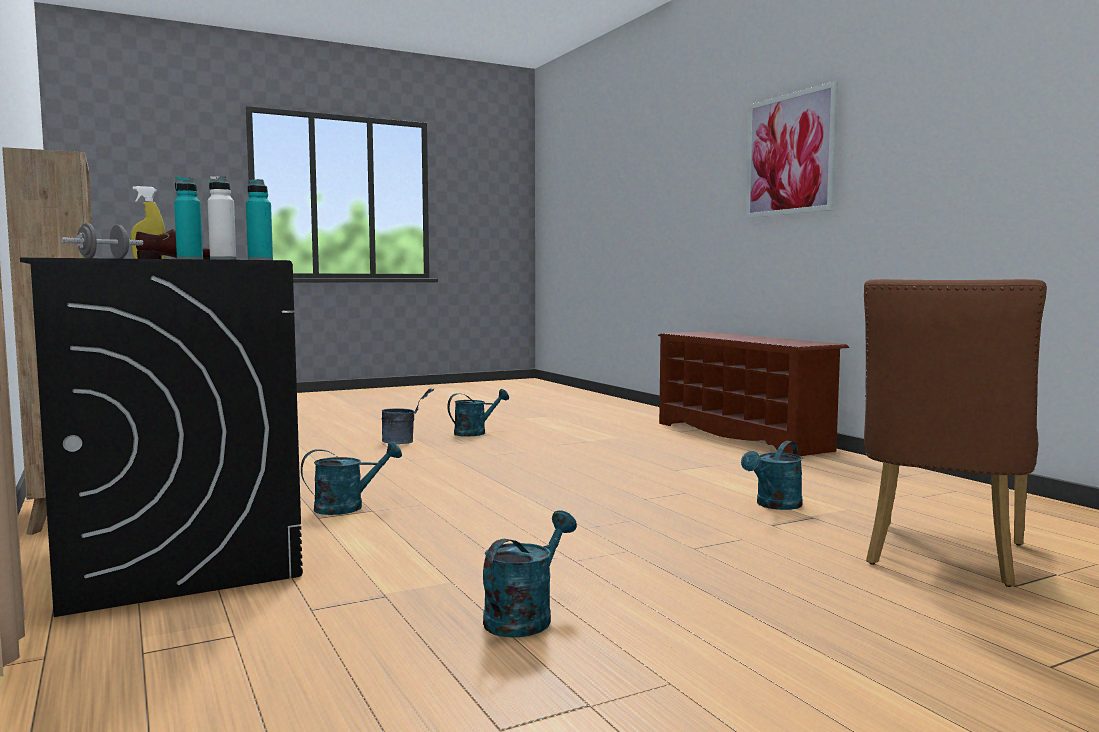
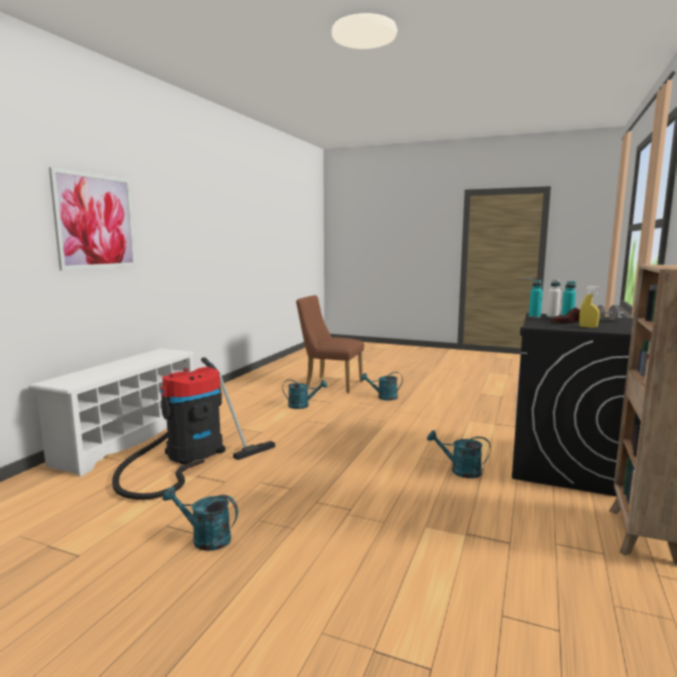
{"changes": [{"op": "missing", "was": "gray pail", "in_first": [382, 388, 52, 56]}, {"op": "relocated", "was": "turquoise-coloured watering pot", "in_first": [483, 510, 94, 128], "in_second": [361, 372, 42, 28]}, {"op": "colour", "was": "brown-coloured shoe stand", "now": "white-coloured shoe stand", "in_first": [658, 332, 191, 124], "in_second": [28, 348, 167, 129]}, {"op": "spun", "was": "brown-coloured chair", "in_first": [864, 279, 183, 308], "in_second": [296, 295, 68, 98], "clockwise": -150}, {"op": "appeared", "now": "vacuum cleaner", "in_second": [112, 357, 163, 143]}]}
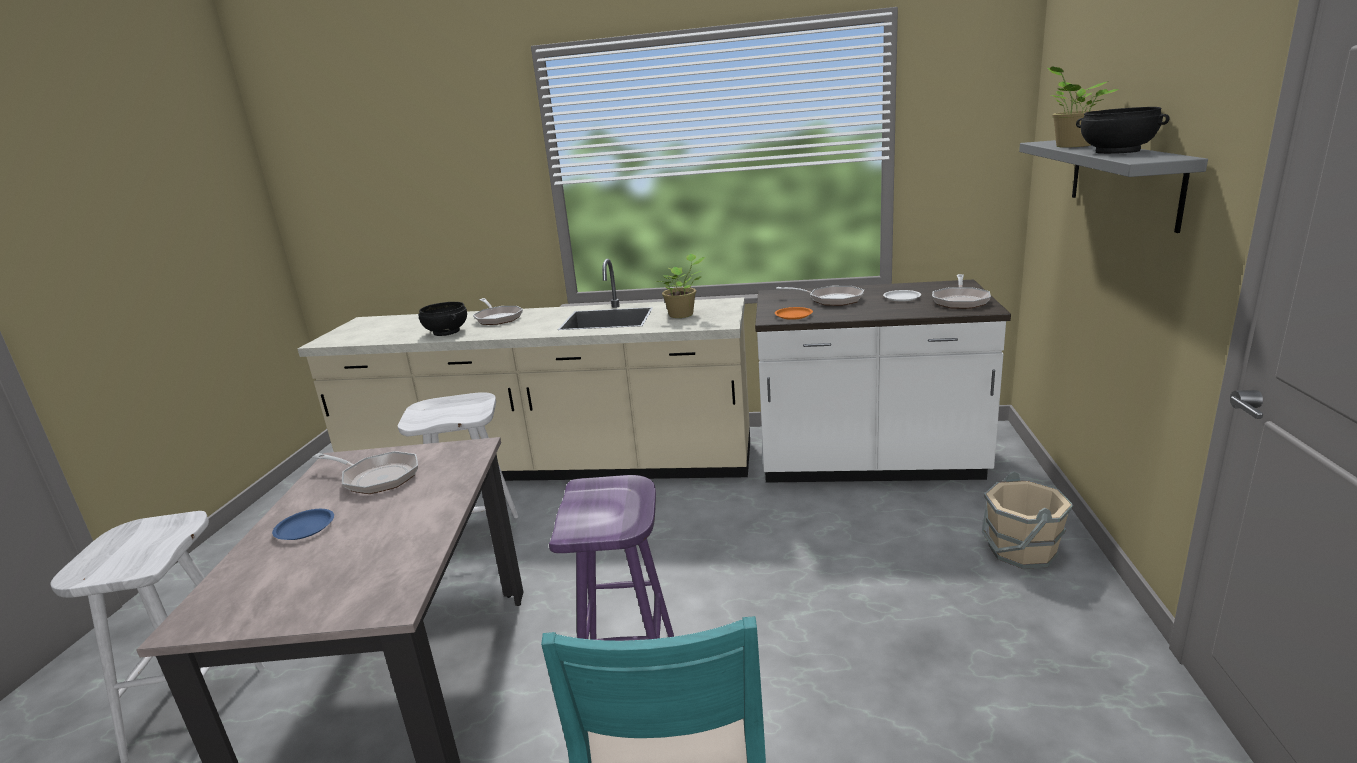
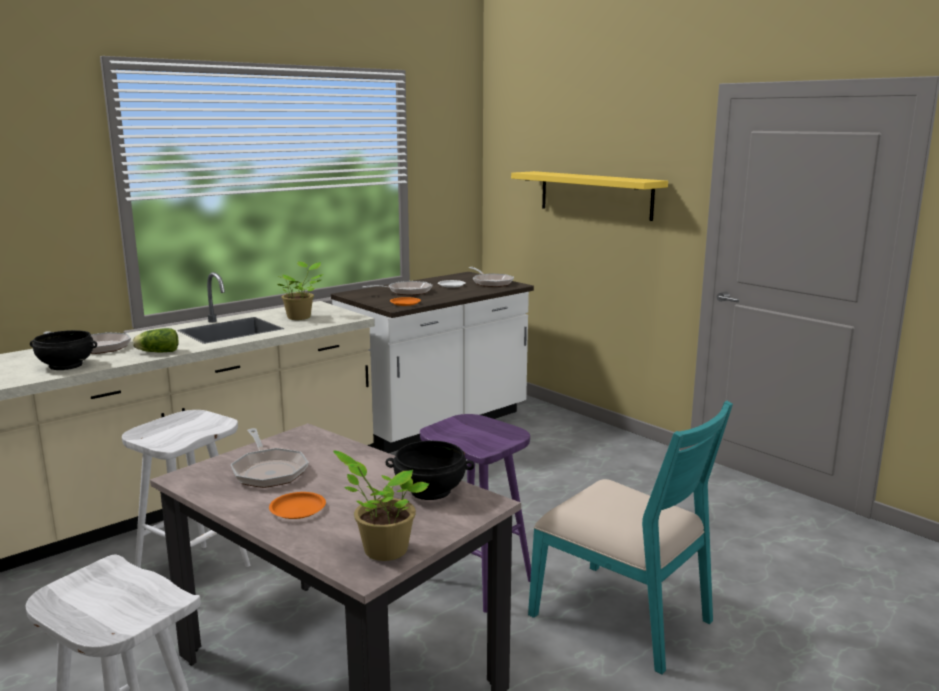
{"changes": [{"op": "colour", "was": "bluish dinner plate", "now": "orangey dinner plate", "in_first": [272, 509, 62, 31], "in_second": [269, 492, 57, 27]}, {"op": "spun", "was": "skillet", "in_first": [312, 451, 106, 43], "in_second": [231, 428, 78, 60], "clockwise": 90}, {"op": "missing", "was": "beige pail", "in_first": [982, 471, 91, 98]}, {"op": "colour", "was": "gray shelf", "now": "yellow-coloured shelf", "in_first": [1019, 140, 189, 93], "in_second": [511, 171, 157, 50]}, {"op": "relocated", "was": "potted plant", "in_first": [1048, 66, 71, 82], "in_second": [333, 450, 96, 111]}, {"op": "relocated", "was": "blackish deep dish", "in_first": [1076, 107, 94, 47], "in_second": [386, 441, 88, 59]}, {"op": "appeared", "now": "lettuce", "in_second": [133, 328, 45, 24]}]}
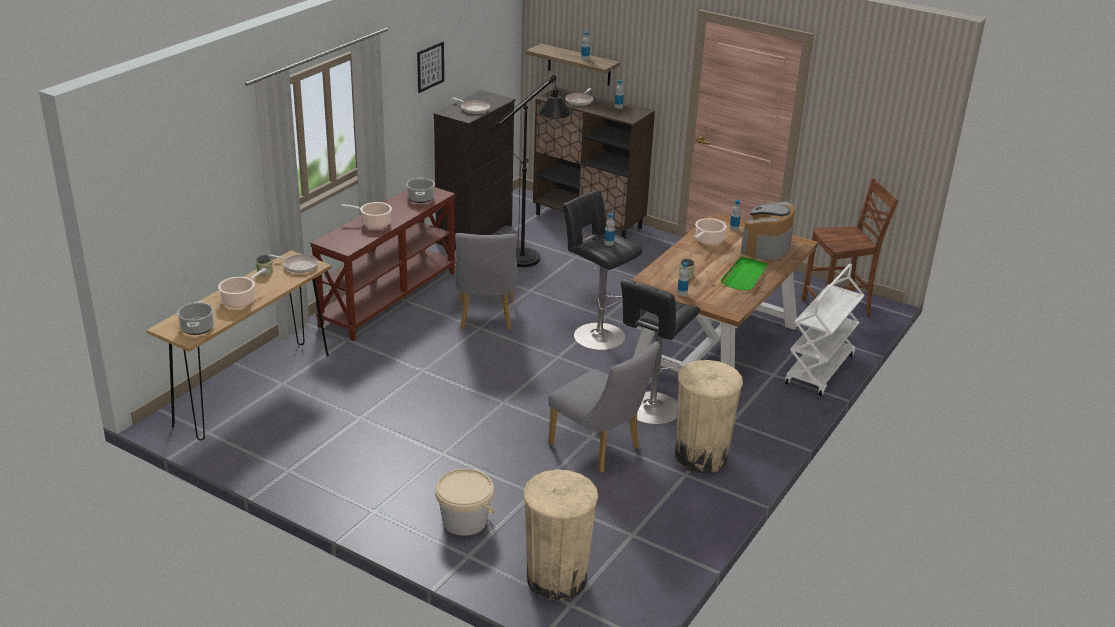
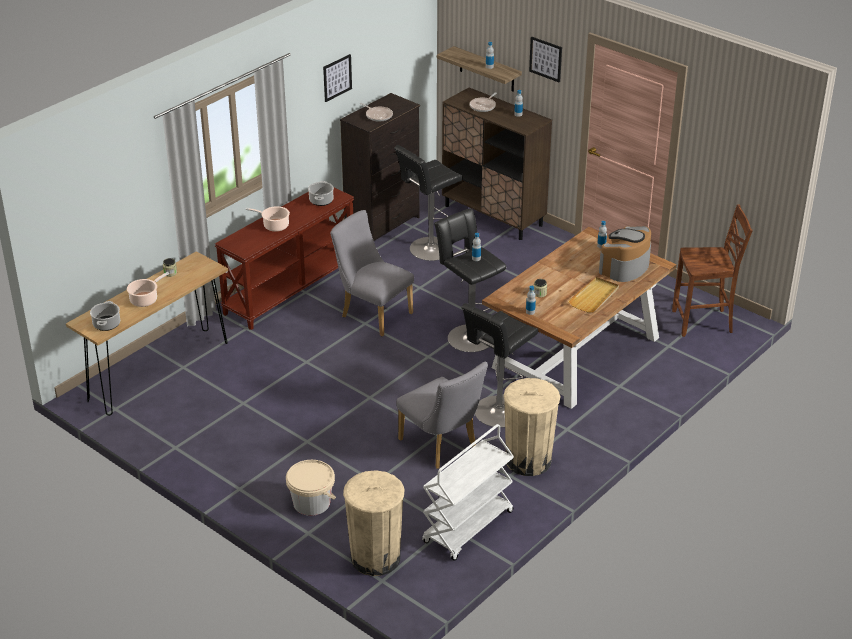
{"changes": [{"op": "missing", "was": "skillet", "in_first": [269, 254, 49, 19]}, {"op": "spun", "was": "gray chair", "in_first": [455, 233, 62, 97], "in_second": [330, 210, 84, 127], "clockwise": 120}, {"op": "exchanged", "was": "blackish floor lamp", "now": "blackish sitting stool", "in_first": [492, 75, 80, 192], "in_second": [394, 145, 69, 116]}, {"op": "missing", "was": "saucepot", "in_first": [695, 218, 32, 27]}, {"op": "colour", "was": "greenish serving tray", "now": "beige serving tray", "in_first": [721, 256, 47, 35], "in_second": [568, 277, 51, 36]}, {"op": "relocated", "was": "white-coloured trolley", "in_first": [785, 263, 80, 133], "in_second": [422, 424, 92, 137]}, {"op": "appeared", "now": "picture", "in_second": [529, 37, 33, 46]}]}
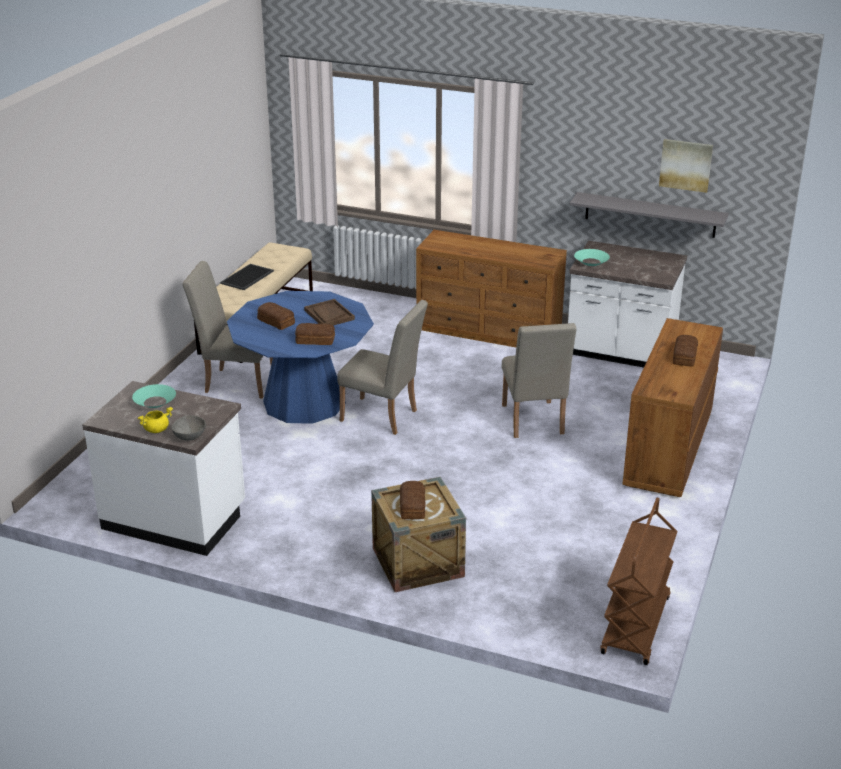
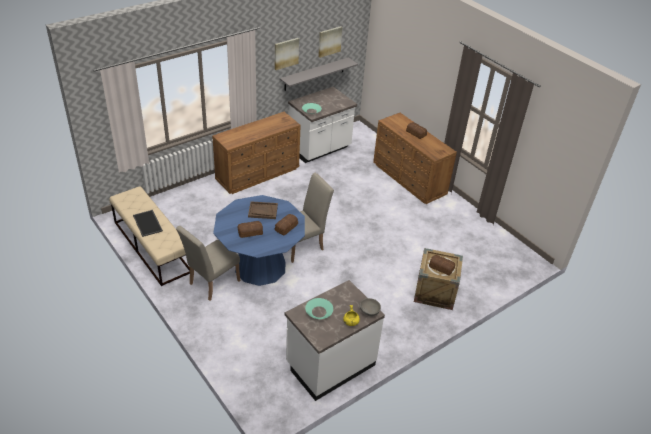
{"changes": [{"op": "missing", "was": "beige chair", "in_first": [502, 323, 74, 115]}, {"op": "missing", "was": "brown-coloured trolley", "in_first": [600, 498, 77, 167]}, {"op": "appeared", "now": "picture", "in_second": [275, 38, 24, 32]}]}
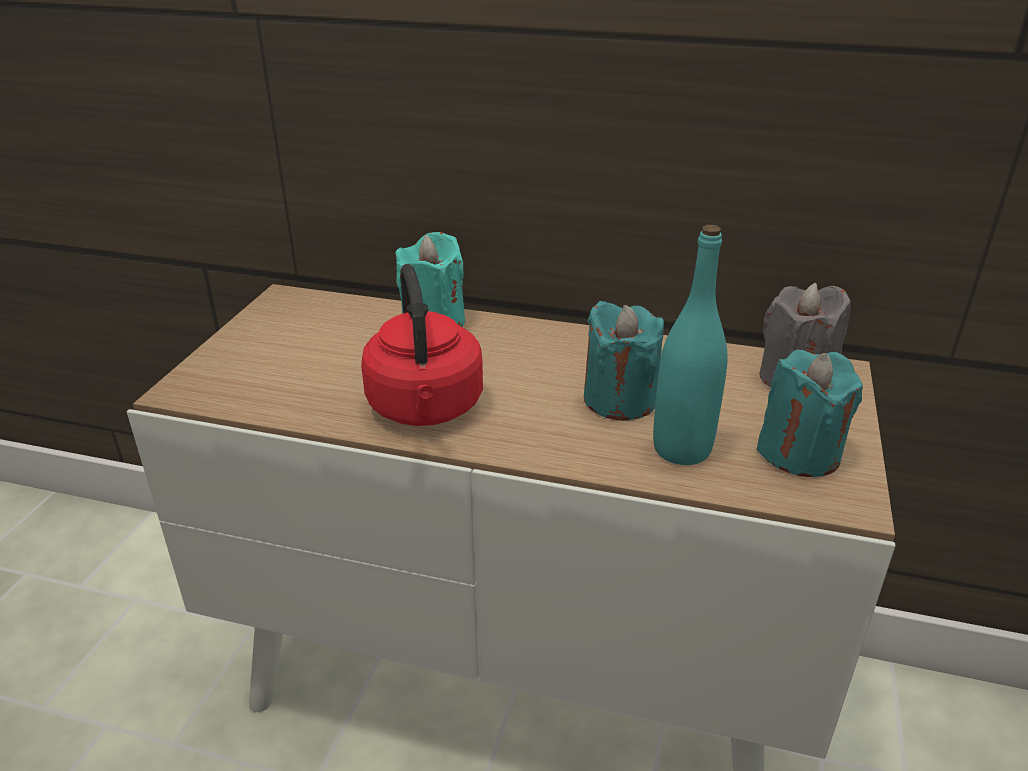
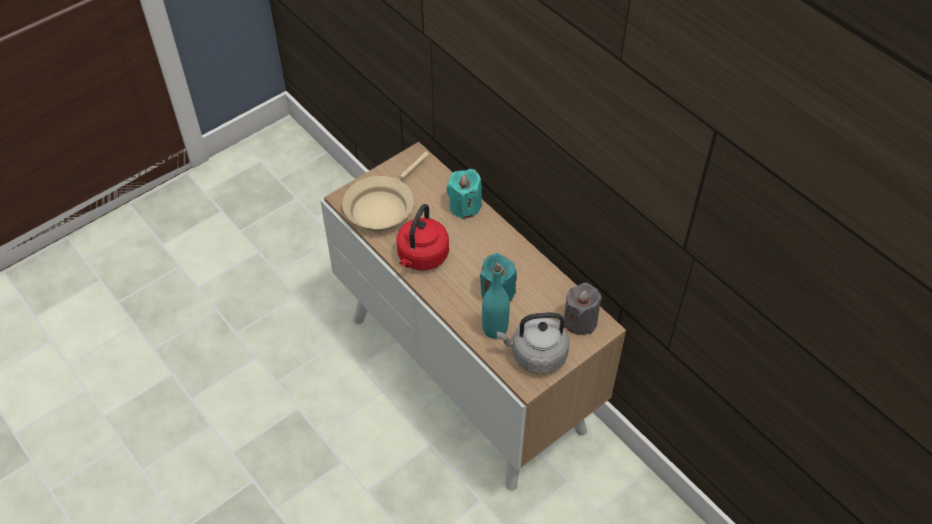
{"changes": [{"op": "exchanged", "was": "turquoise-coloured wax candle", "now": "gray water kettle", "in_first": [757, 350, 106, 127], "in_second": [496, 313, 73, 61]}, {"op": "appeared", "now": "beige skillet", "in_second": [343, 152, 86, 80]}]}
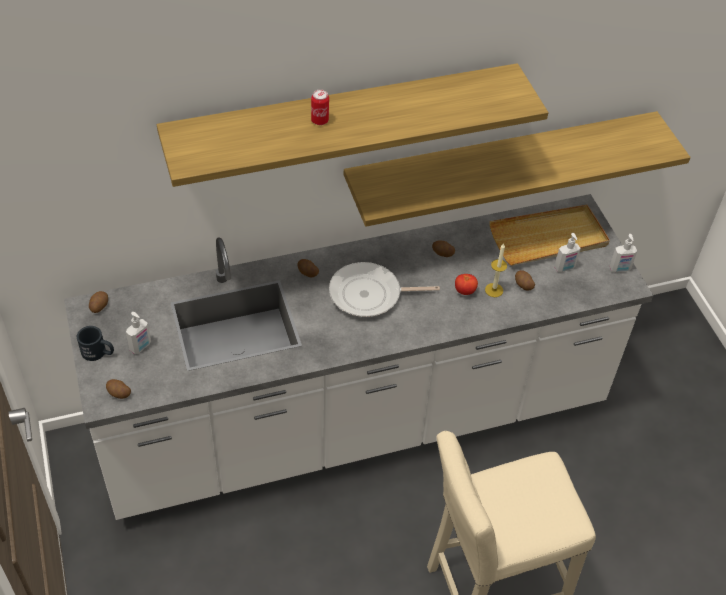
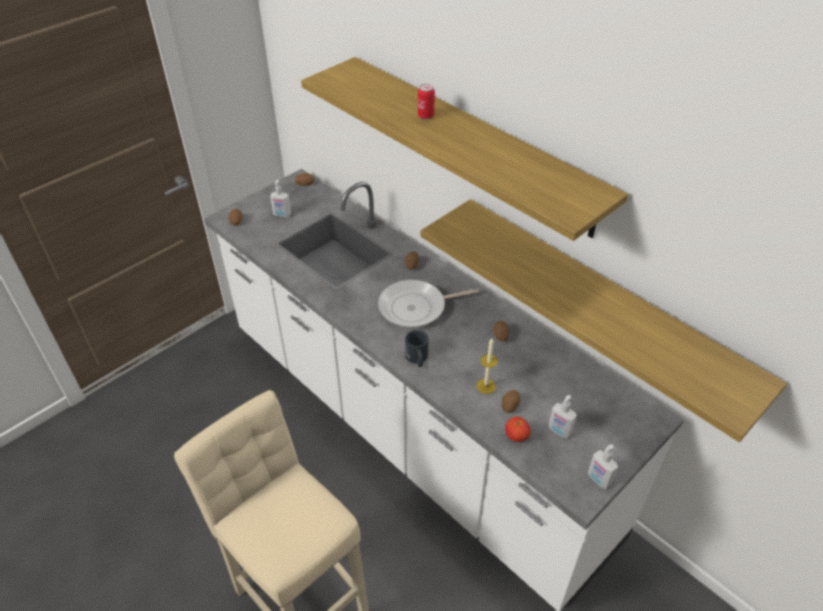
{"changes": [{"op": "relocated", "was": "blackish tea mug", "in_first": [77, 326, 37, 35], "in_second": [405, 330, 23, 37]}, {"op": "spun", "was": "skillet", "in_first": [329, 262, 111, 55], "in_second": [378, 280, 101, 48], "clockwise": -75}, {"op": "relocated", "was": "whole tomato", "in_first": [455, 274, 23, 21], "in_second": [505, 417, 26, 25]}, {"op": "missing", "was": "beige serving tray", "in_first": [489, 205, 121, 61]}]}
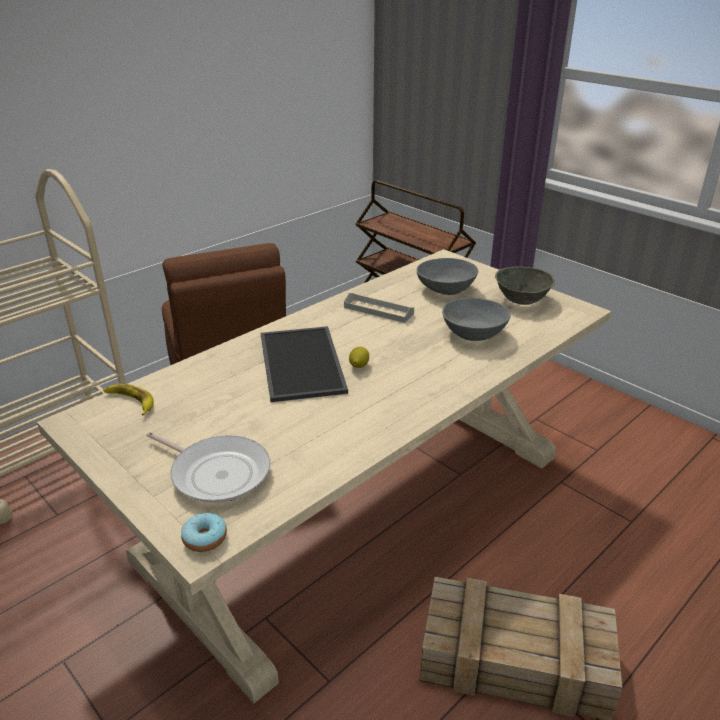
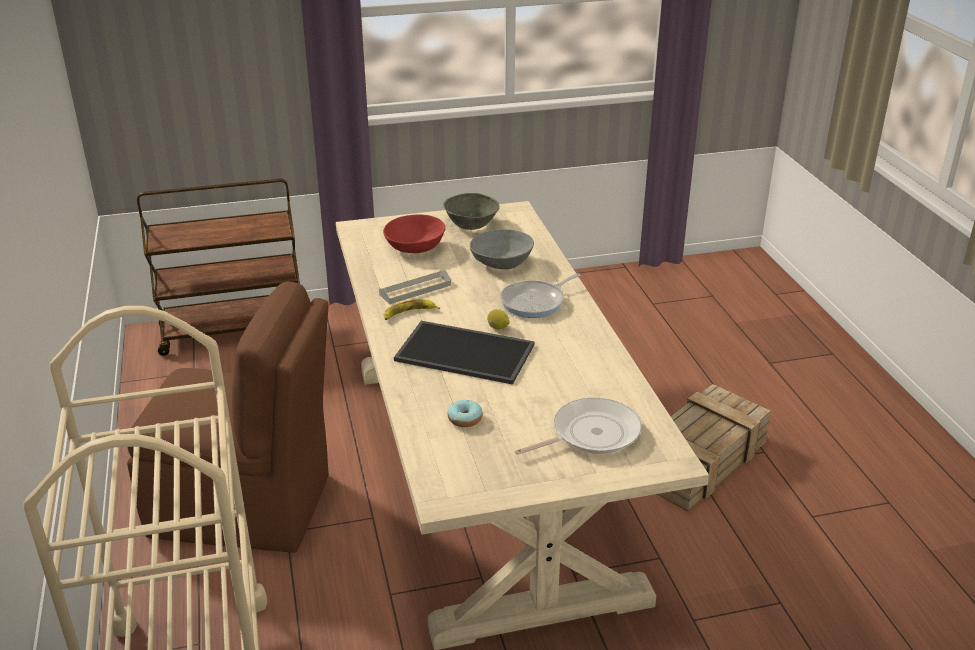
{"changes": [{"op": "relocated", "was": "banana fruit", "in_first": [103, 384, 51, 31], "in_second": [384, 299, 56, 21]}, {"op": "relocated", "was": "donut", "in_first": [181, 513, 46, 39], "in_second": [448, 400, 35, 27]}, {"op": "colour", "was": "gray deep dish", "now": "red deep dish", "in_first": [417, 258, 61, 37], "in_second": [383, 214, 62, 39]}, {"op": "appeared", "now": "skillet", "in_second": [500, 273, 80, 45]}]}
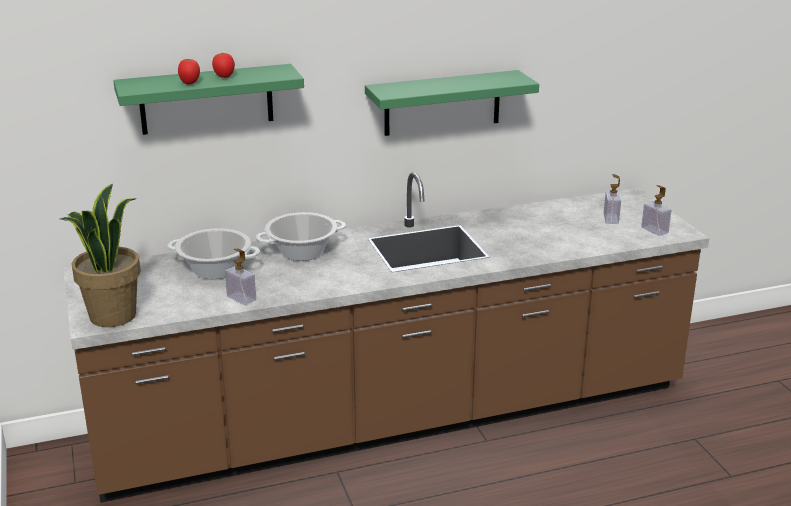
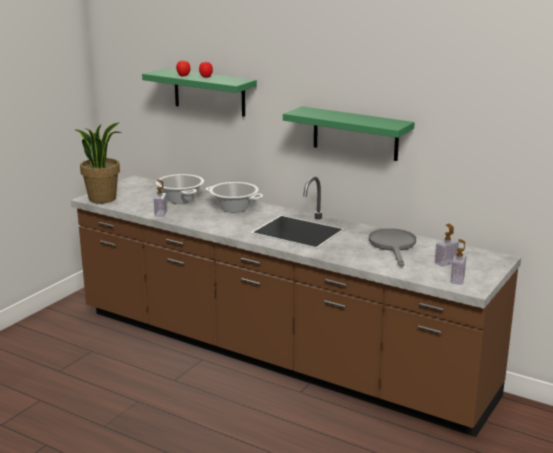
{"changes": [{"op": "appeared", "now": "gray skillet", "in_second": [369, 228, 47, 39]}]}
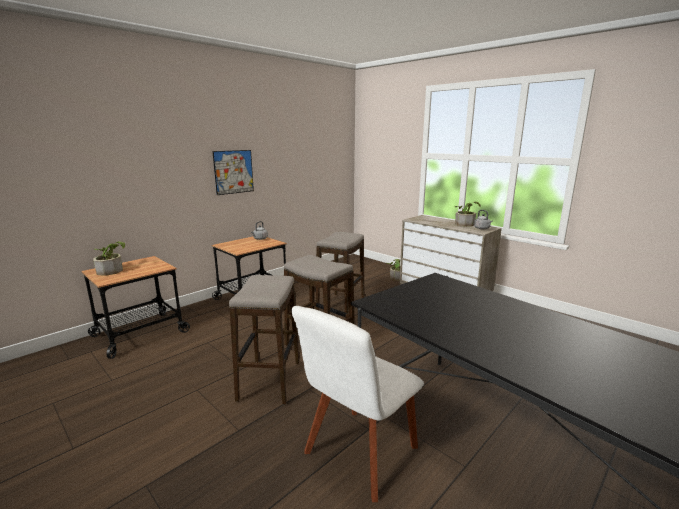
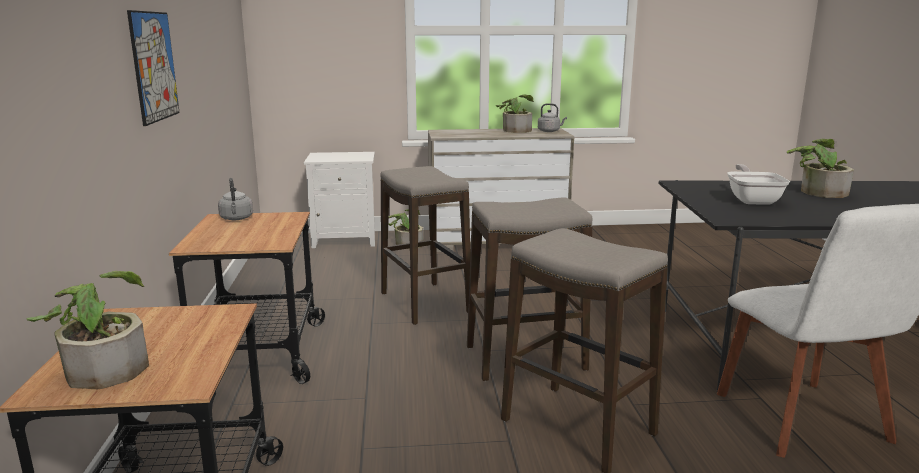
{"changes": [{"op": "appeared", "now": "white-coloured nightstand", "in_second": [304, 152, 71, 96]}, {"op": "appeared", "now": "skillet", "in_second": [727, 164, 63, 41]}, {"op": "appeared", "now": "potted plant", "in_second": [787, 139, 67, 59]}]}
